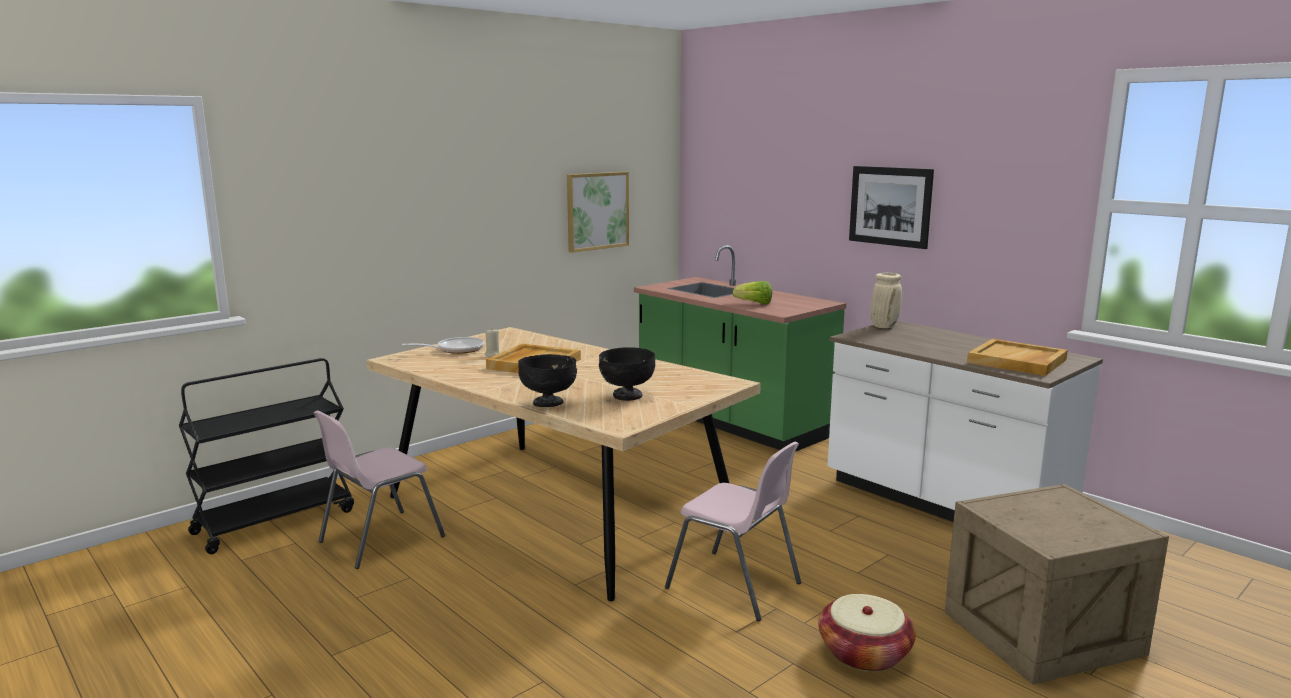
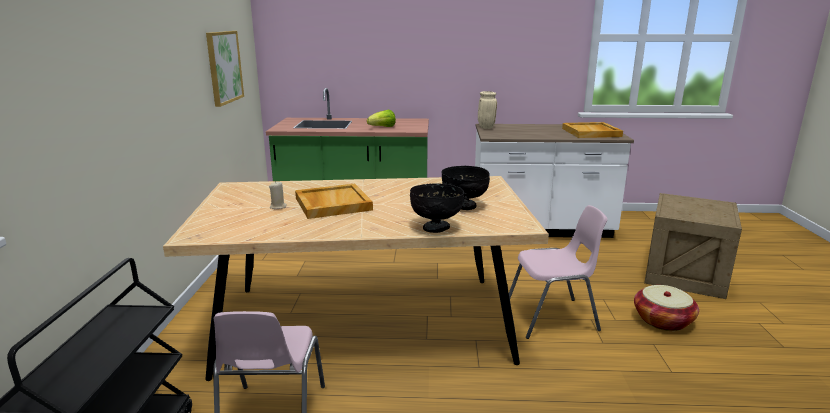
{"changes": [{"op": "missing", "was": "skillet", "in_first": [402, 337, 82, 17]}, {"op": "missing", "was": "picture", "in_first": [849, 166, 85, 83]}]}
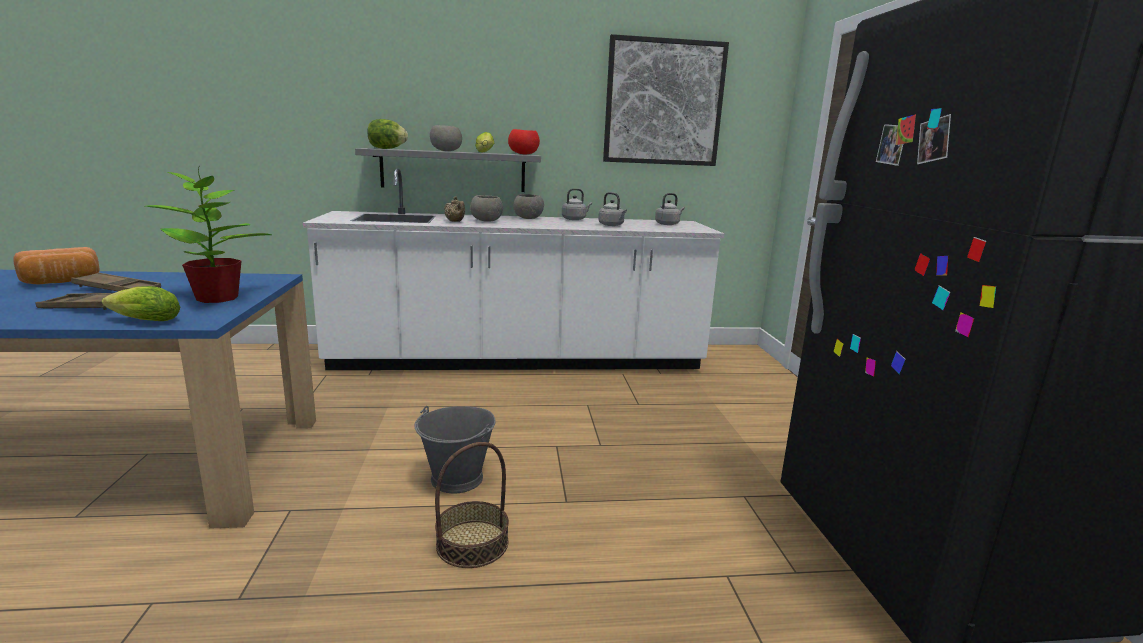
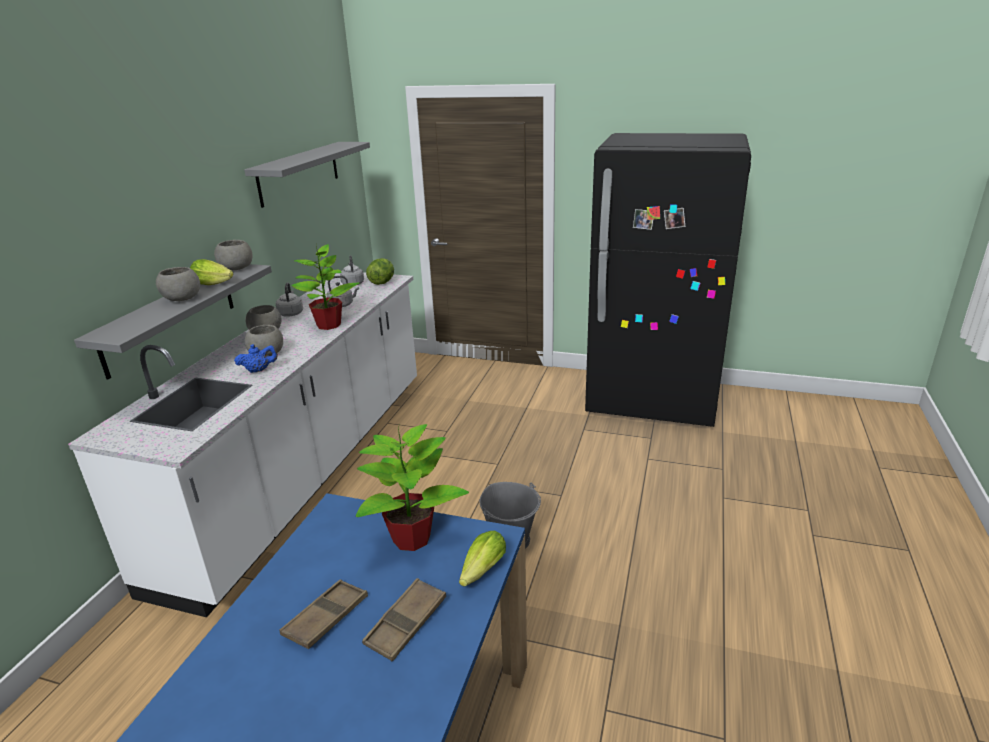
{"changes": [{"op": "missing", "was": "bread", "in_first": [13, 247, 87, 38]}, {"op": "relocated", "was": "lettuce", "in_first": [367, 119, 41, 30], "in_second": [366, 258, 28, 27]}, {"op": "missing", "was": "household basket", "in_first": [435, 442, 74, 126]}, {"op": "colour", "was": "beige pot for tea", "now": "bluish pot for tea", "in_first": [444, 196, 21, 26], "in_second": [234, 344, 44, 29]}, {"op": "colour", "was": "red deep dish", "now": "gray deep dish", "in_first": [508, 129, 32, 25], "in_second": [214, 240, 38, 30]}, {"op": "exchanged", "was": "picture", "now": "gray shelf", "in_first": [603, 34, 126, 132], "in_second": [244, 142, 126, 66]}, {"op": "appeared", "now": "potted plant", "in_second": [291, 244, 68, 86]}]}
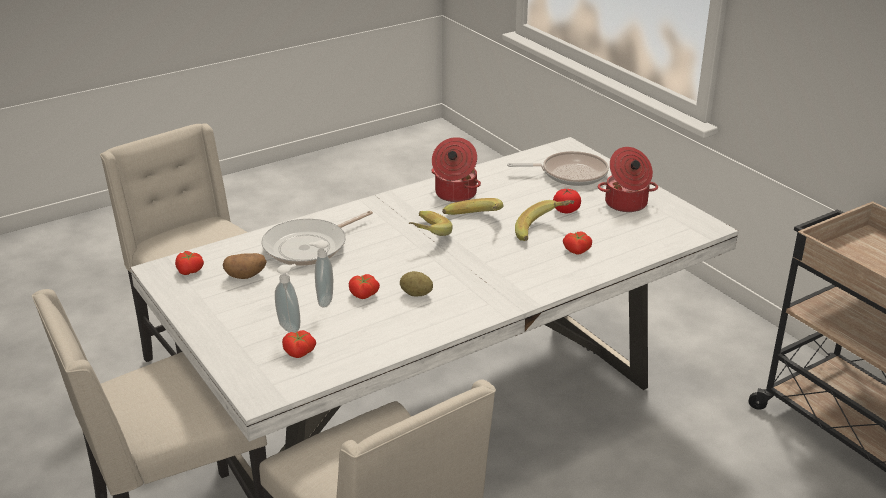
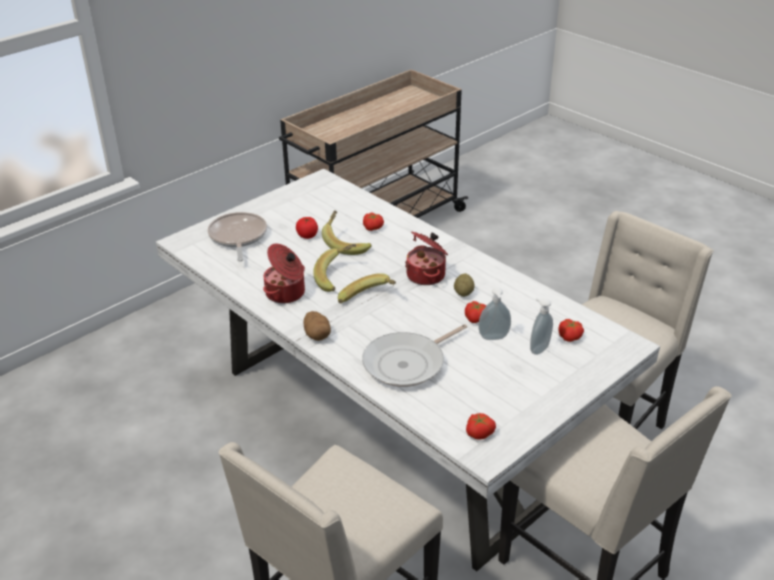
{"changes": [{"op": "relocated", "was": "potato", "in_first": [223, 253, 44, 26], "in_second": [303, 311, 28, 30]}, {"op": "spun", "was": "skillet", "in_first": [261, 211, 112, 55], "in_second": [362, 324, 105, 63], "clockwise": 105}, {"op": "relocated", "was": "saucepot", "in_first": [598, 147, 60, 65], "in_second": [405, 232, 43, 53]}]}
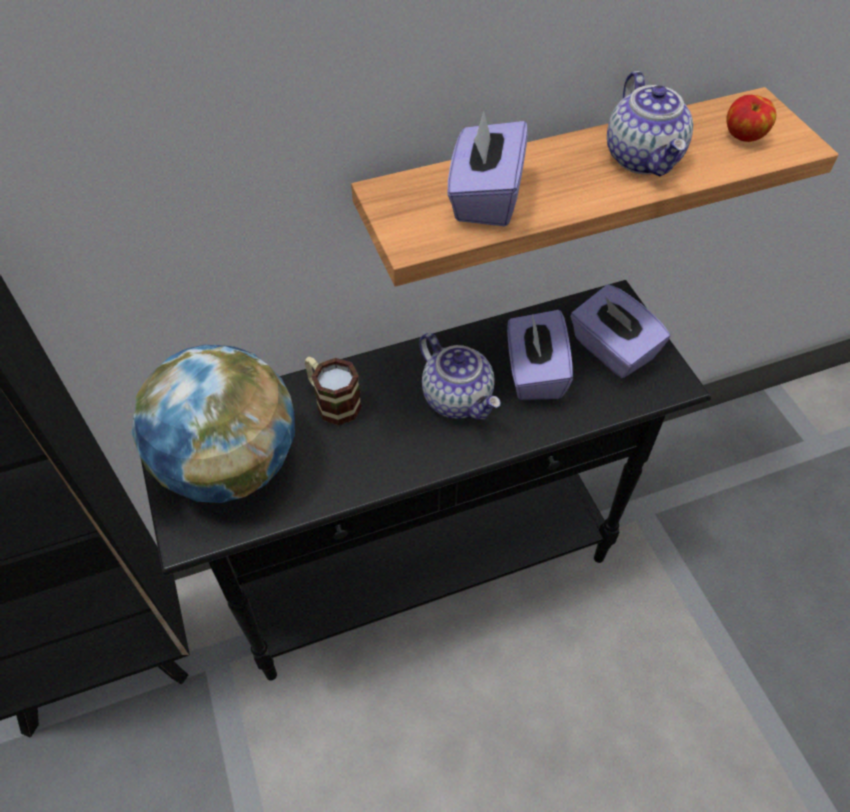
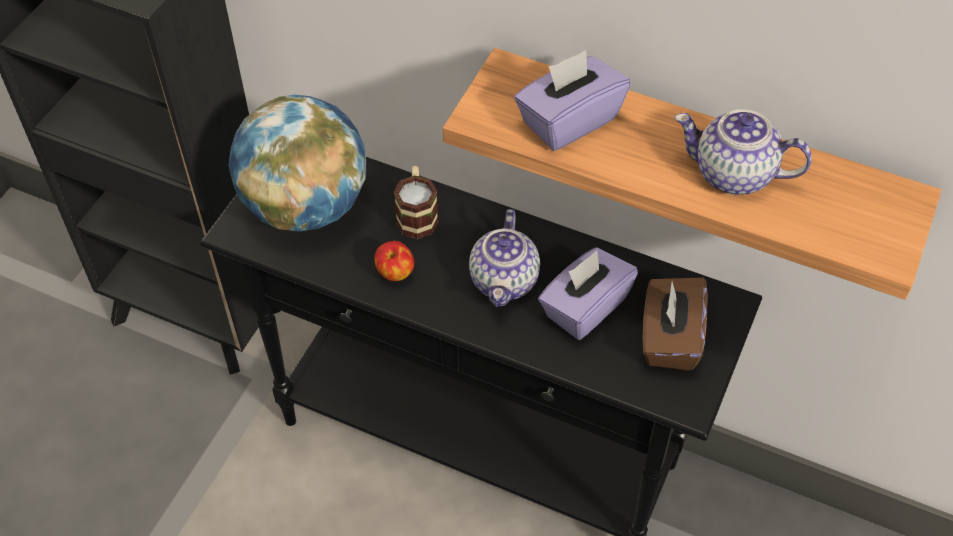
{"changes": [{"op": "colour", "was": "purple tissue box", "now": "brown-coloured tissue box", "in_first": [570, 284, 100, 94], "in_second": [642, 278, 65, 93]}, {"op": "spun", "was": "pot for tea", "in_first": [607, 71, 86, 105], "in_second": [675, 109, 137, 86], "clockwise": 75}, {"op": "relocated", "was": "apple", "in_first": [726, 95, 50, 47], "in_second": [374, 241, 40, 40]}]}
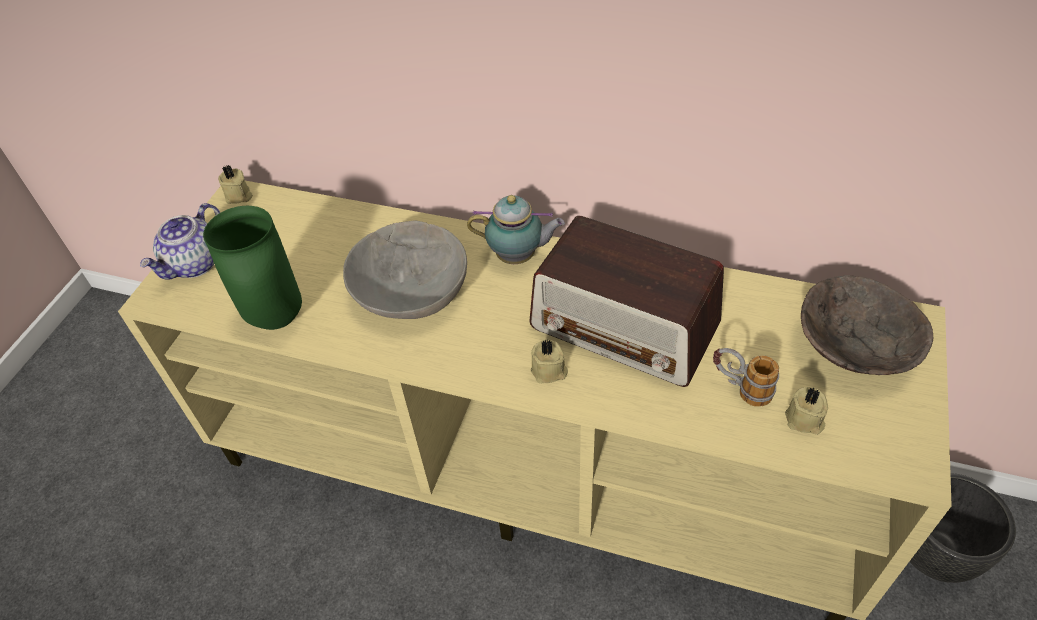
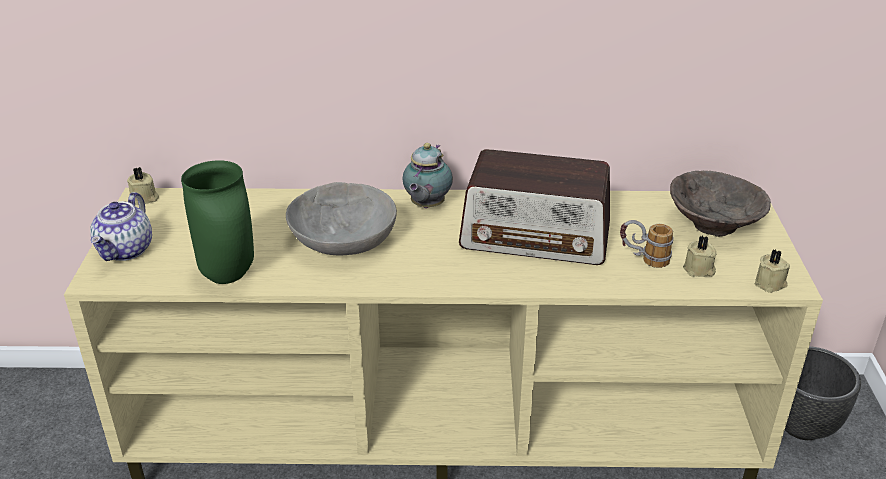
{"changes": [{"op": "spun", "was": "pot for tea", "in_first": [467, 195, 98, 69], "in_second": [402, 143, 51, 65], "clockwise": 120}, {"op": "relocated", "was": "beige wax candle", "in_first": [531, 339, 37, 45], "in_second": [755, 250, 35, 43]}]}
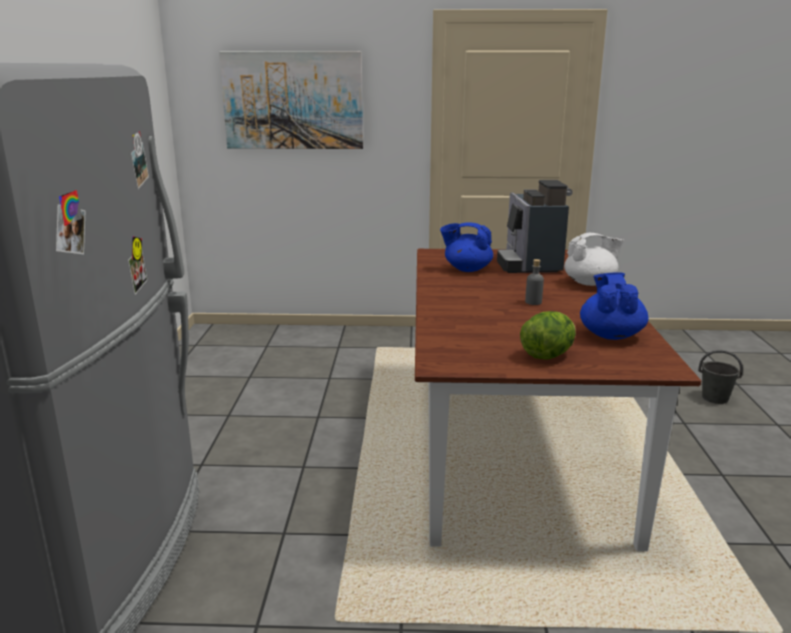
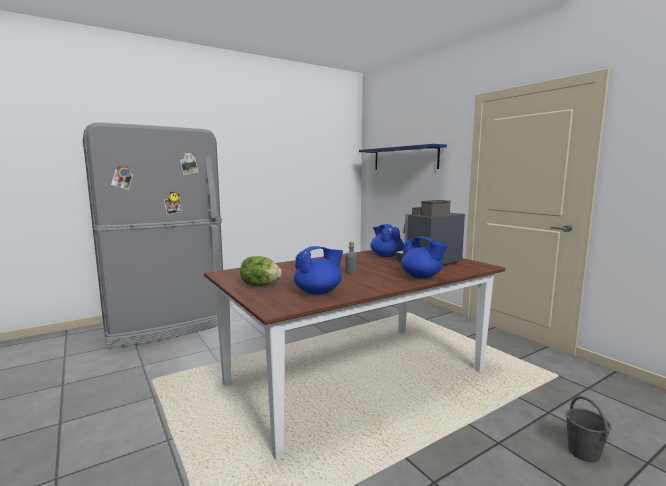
{"changes": [{"op": "exchanged", "was": "picture", "now": "bluish shelf", "in_first": [219, 51, 144, 98], "in_second": [359, 144, 88, 26]}, {"op": "colour", "was": "white-coloured pot for tea", "now": "bluish pot for tea", "in_first": [564, 233, 60, 53], "in_second": [401, 237, 47, 42]}]}
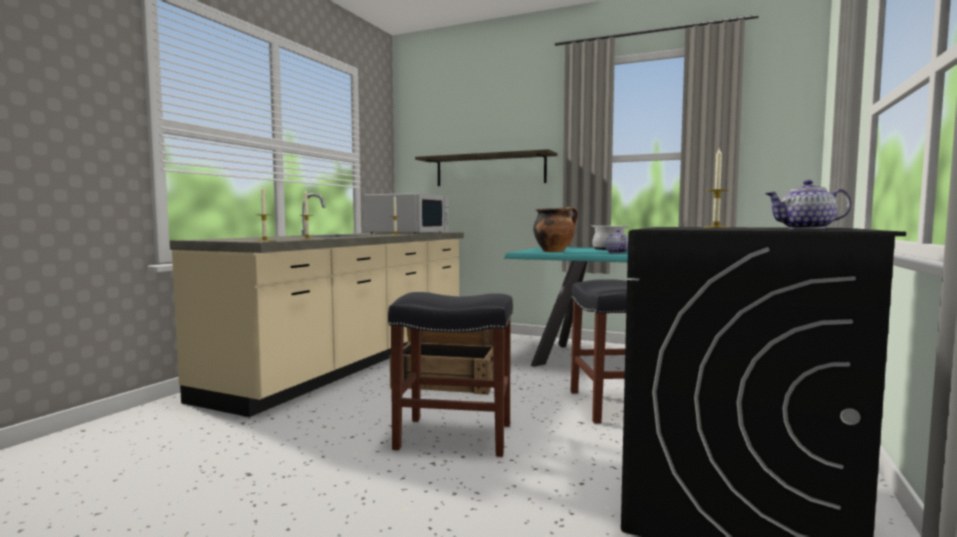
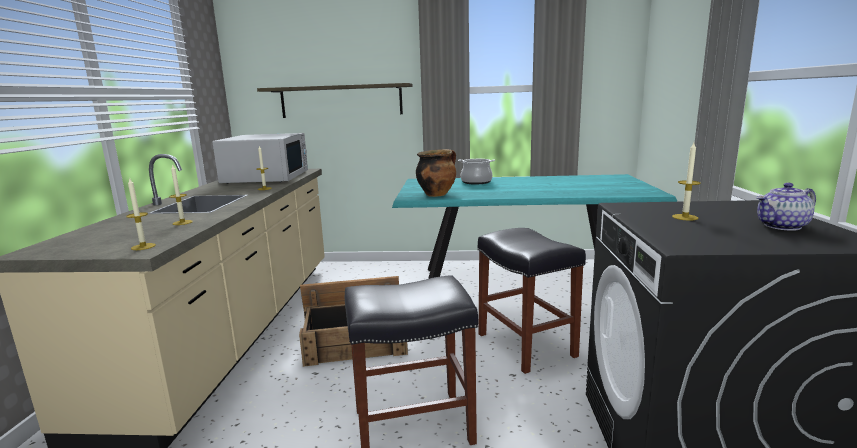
{"changes": [{"op": "missing", "was": "pot for tea", "in_first": [605, 230, 23, 24]}]}
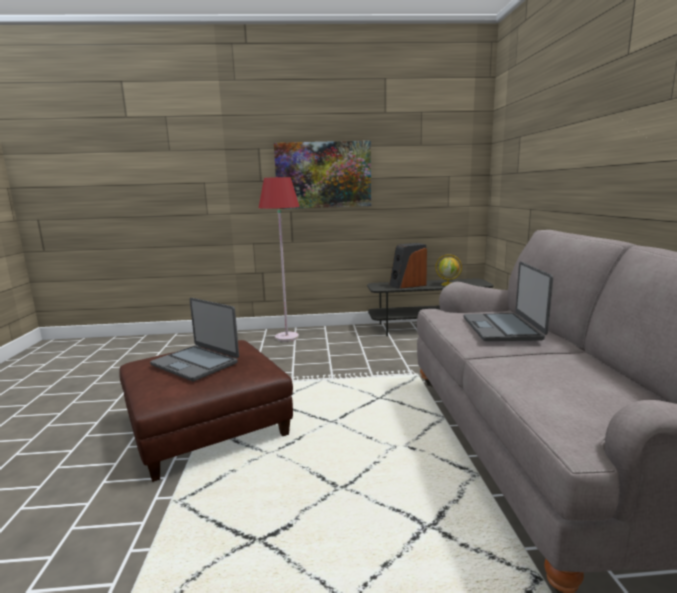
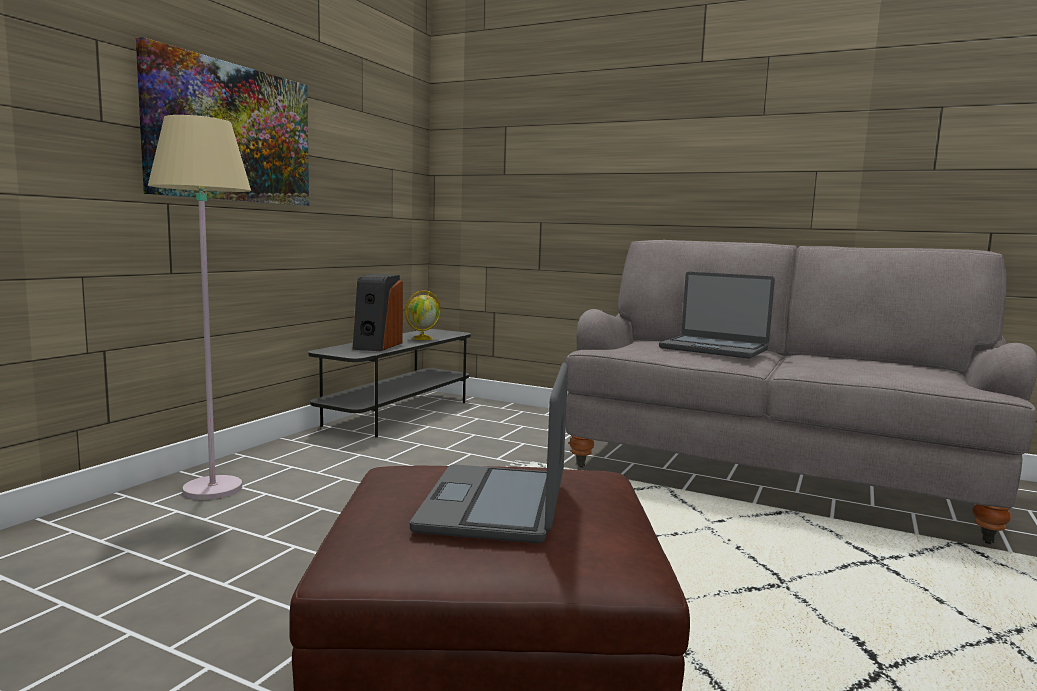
{"changes": [{"op": "spun", "was": "notebook computer", "in_first": [150, 298, 89, 83], "in_second": [410, 363, 158, 181], "clockwise": 120}, {"op": "colour", "was": "red floor lamp", "now": "beige floor lamp", "in_first": [259, 177, 41, 165], "in_second": [148, 115, 103, 385]}]}
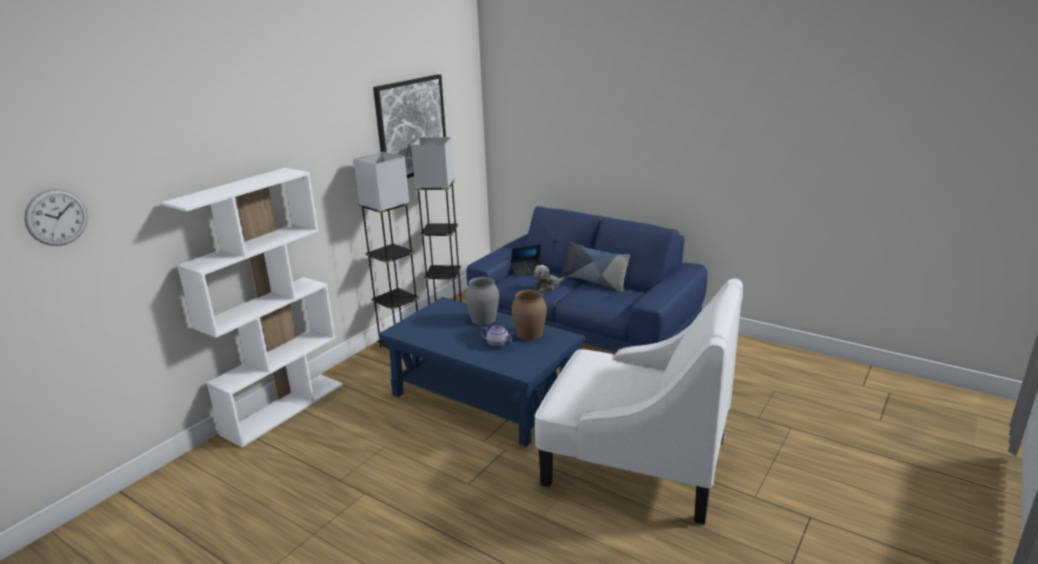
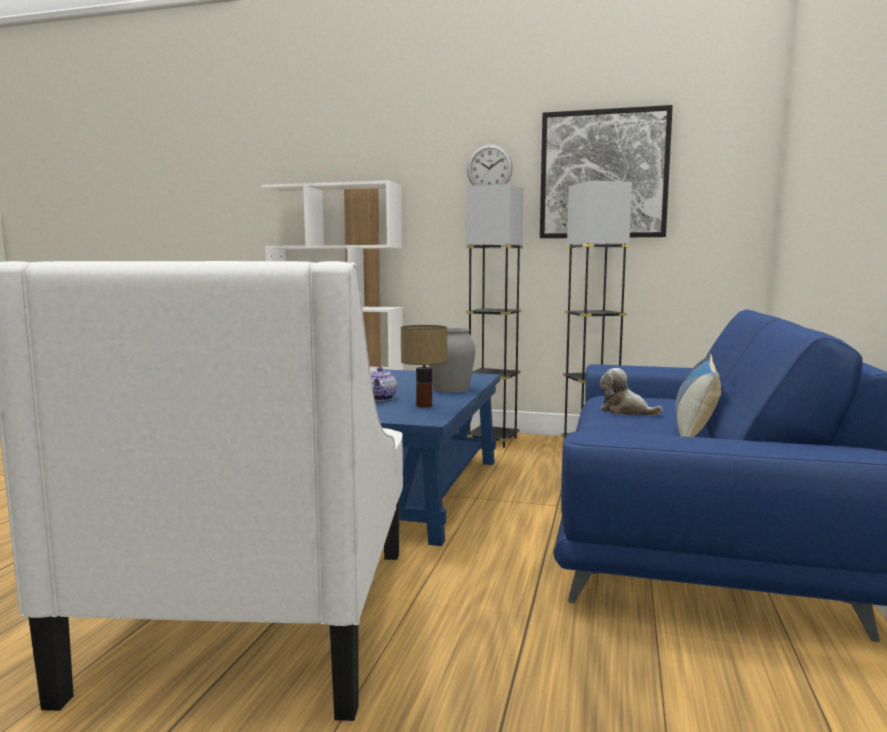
{"changes": [{"op": "relocated", "was": "wall clock", "in_first": [24, 189, 64, 57], "in_second": [467, 144, 46, 41]}, {"op": "missing", "was": "notebook computer", "in_first": [511, 244, 31, 32]}, {"op": "exchanged", "was": "brown-coloured flower vase", "now": "table lamp", "in_first": [511, 290, 36, 50], "in_second": [401, 325, 46, 83]}]}
